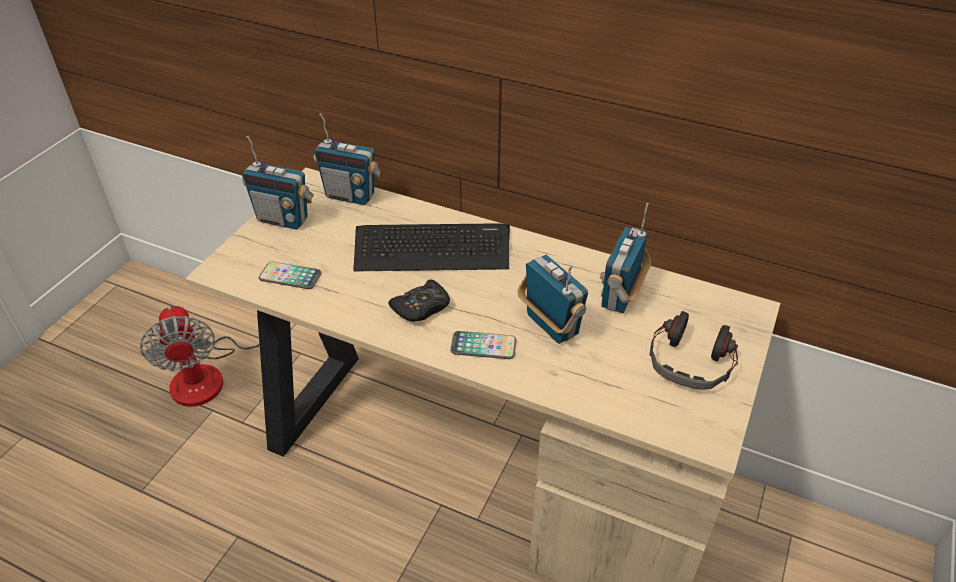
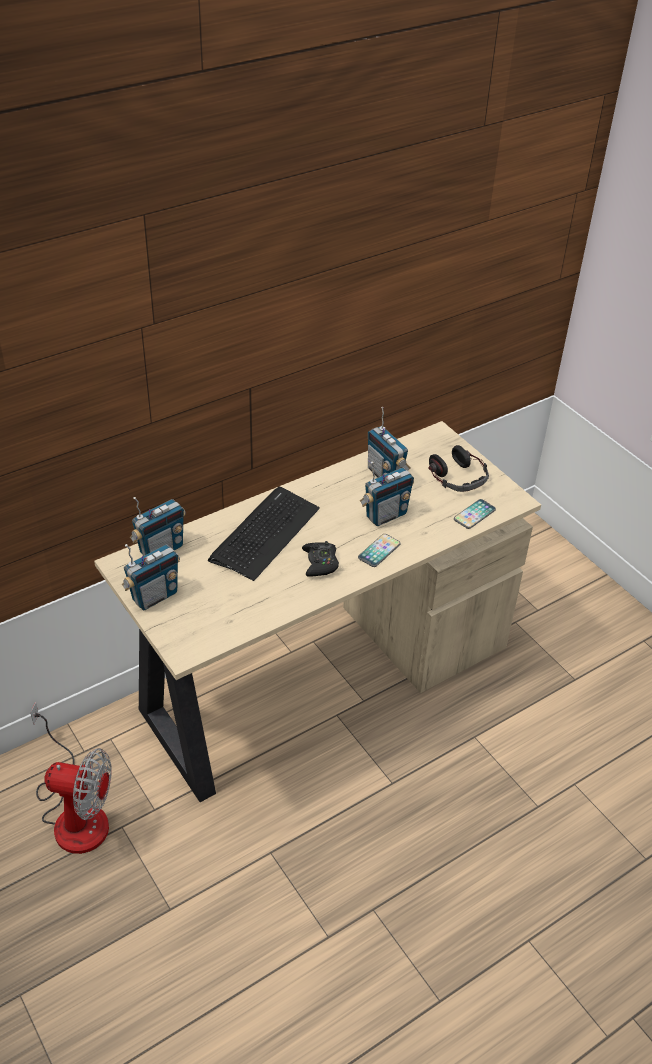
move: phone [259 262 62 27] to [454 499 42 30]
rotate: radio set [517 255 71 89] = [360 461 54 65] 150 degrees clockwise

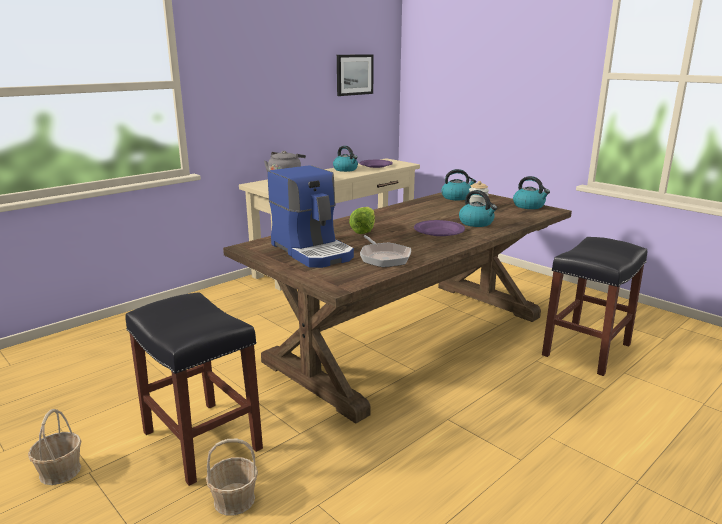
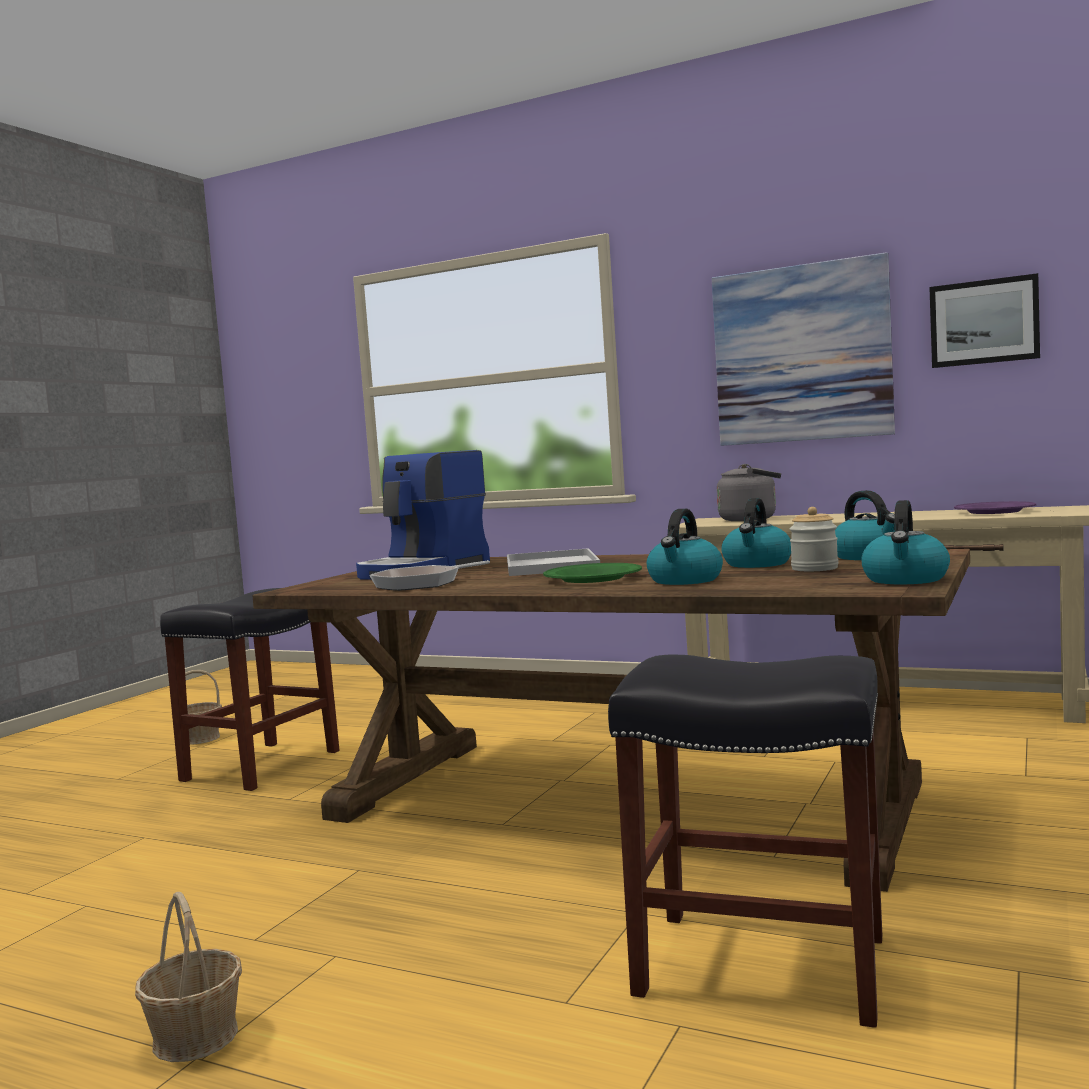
insert: picture [712 252 183 194]
move: water kettle [333 146 25 26] to [721 498 70 70]; household basket [206 439 52 76] to [135 892 107 170]
replace: lettuce [349 207 26 27] to white-coloured serving tray [507 548 93 28]
recolor: purplish dinner plate [414 220 51 16] to green-coloured dinner plate [543 563 99 20]

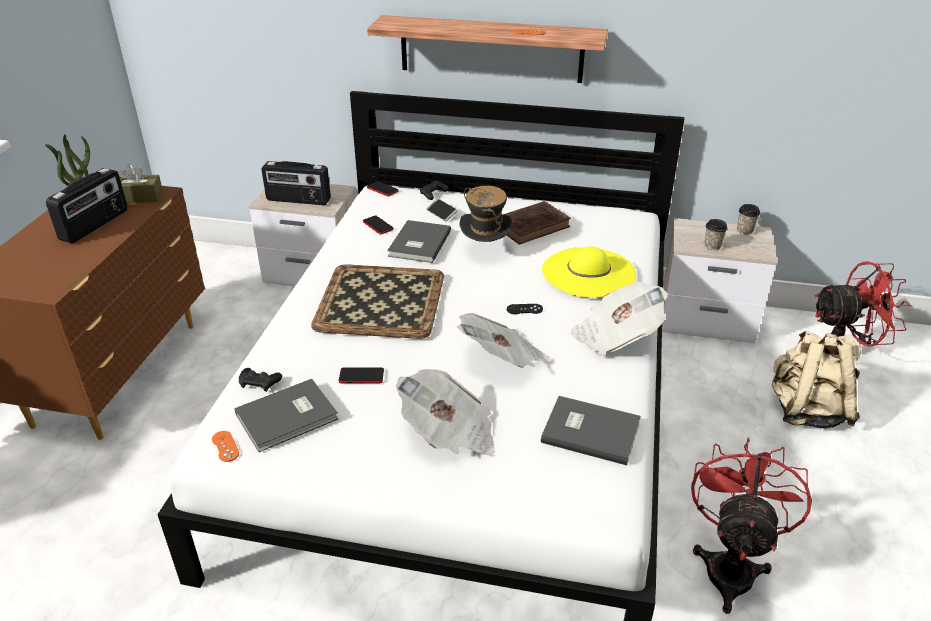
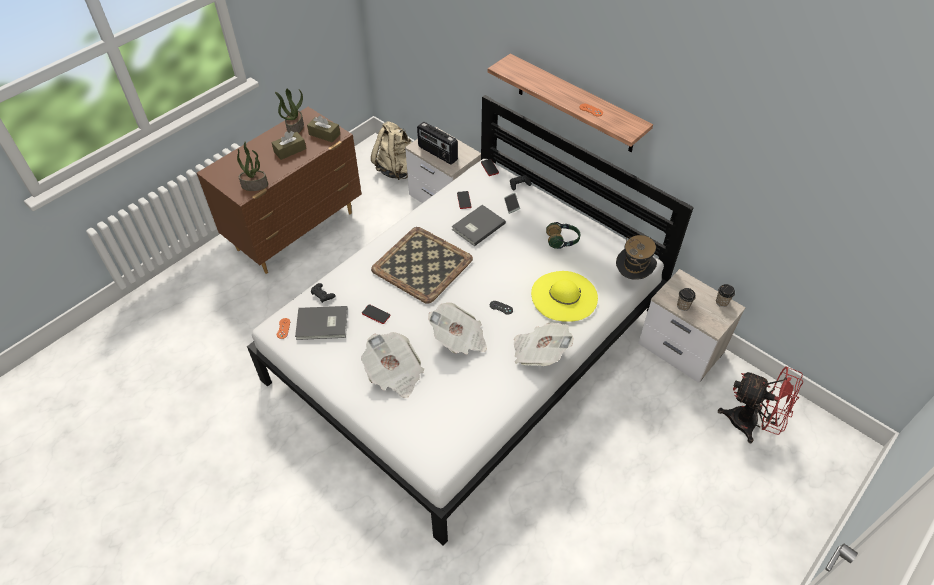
delete: grey book [541 396 100 69]; reddish electric fan [691 438 121 176]
insert: houseplant [237 142 31 49]
move: hat [459 186 53 56] to [616 235 41 45]; beige rucksack [772 330 90 98] to [371 121 41 59]
replace: radio set [46 168 81 75] to brown tissue holder [272 131 34 29]; brown book [503 201 68 44] to pair of headphones [546 222 34 27]

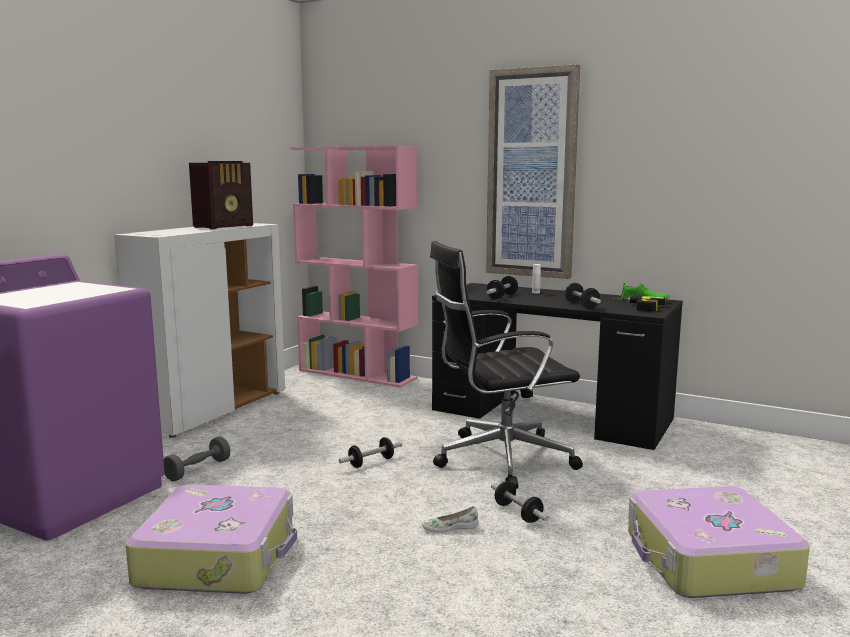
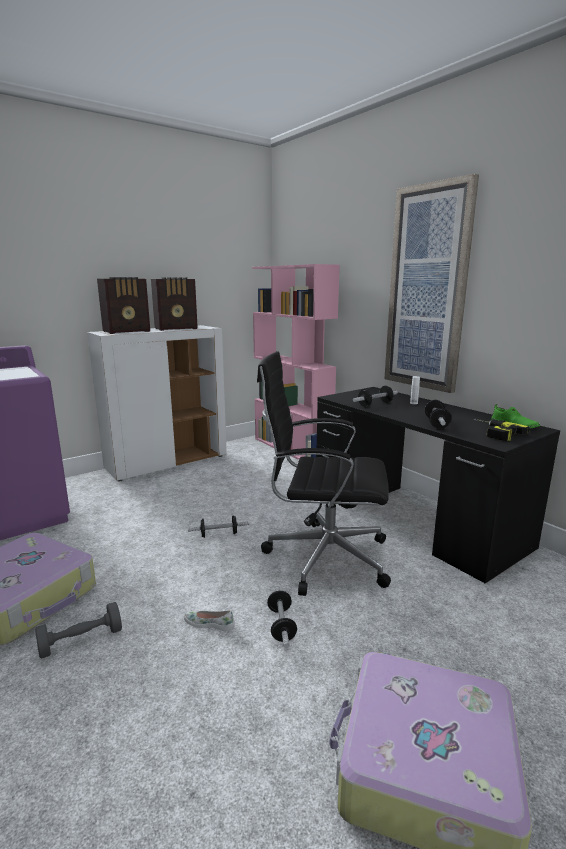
insert: radio set [97 277 53 57]
move: grey dumbbell [164 437 66 44] to [35 602 87 57]

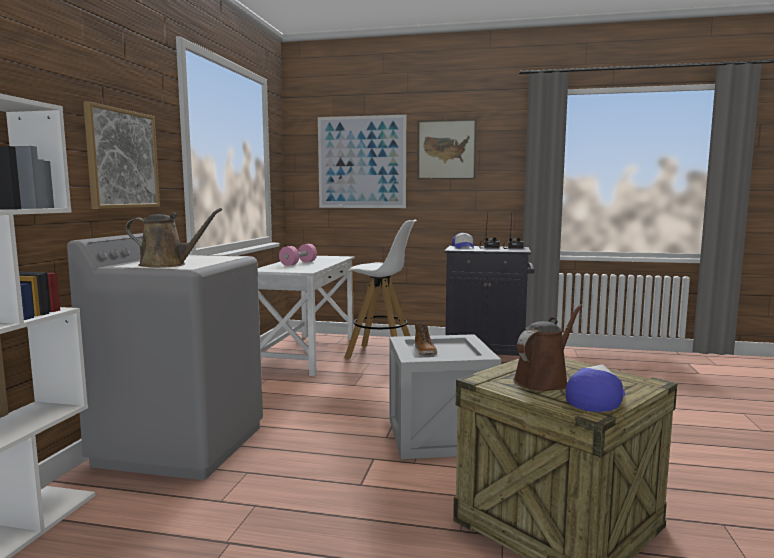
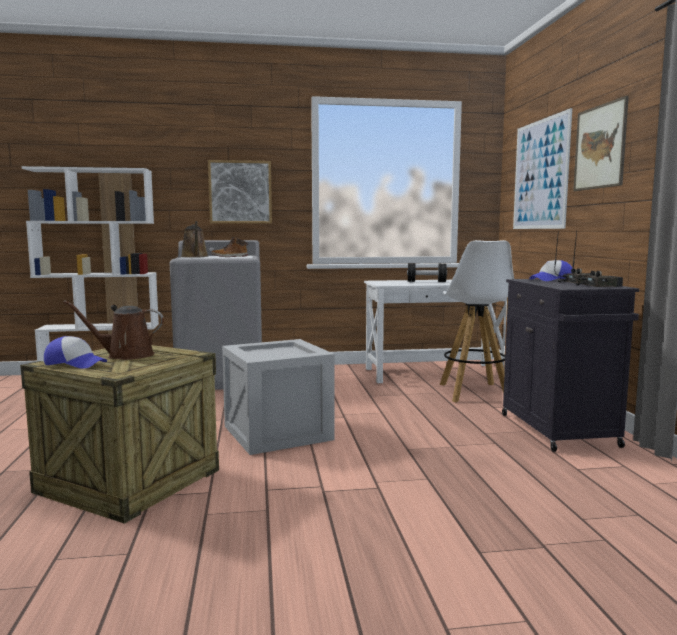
move: high-top boot [415 323 22 32] to [211 237 37 20]
recolor: pinkish dumbbell [279 244 38 22] to blackish dumbbell [407 263 40 19]
rotate: brown sprinkling can [513 304 69 87] = [63 300 101 60] 150 degrees clockwise

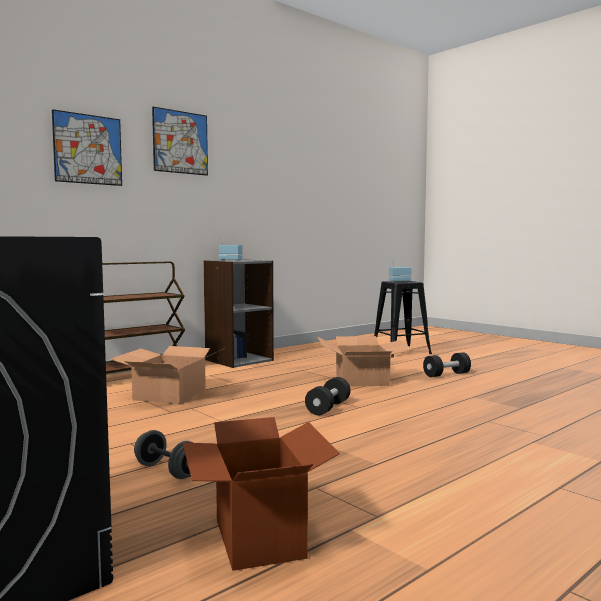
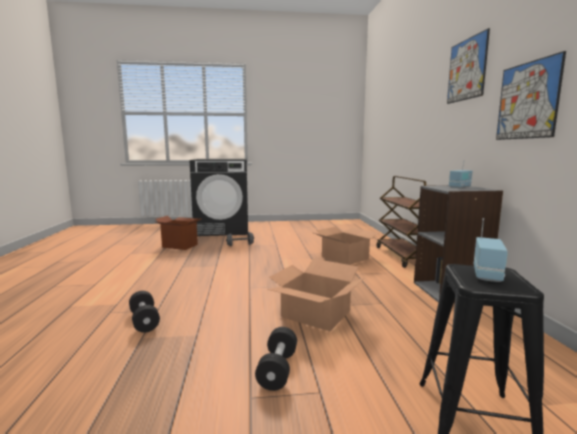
move: picture [52 109 70 77] to [496 51 70 89]; blackish dumbbell [305 377 46 38] to [129 291 31 42]

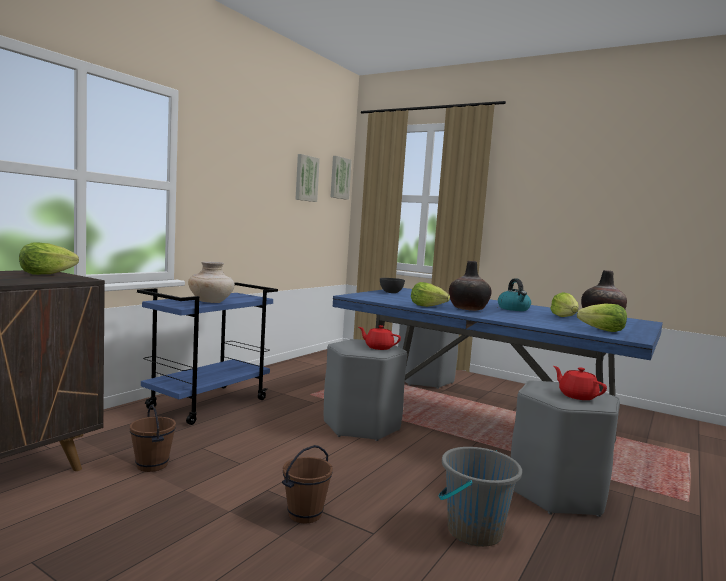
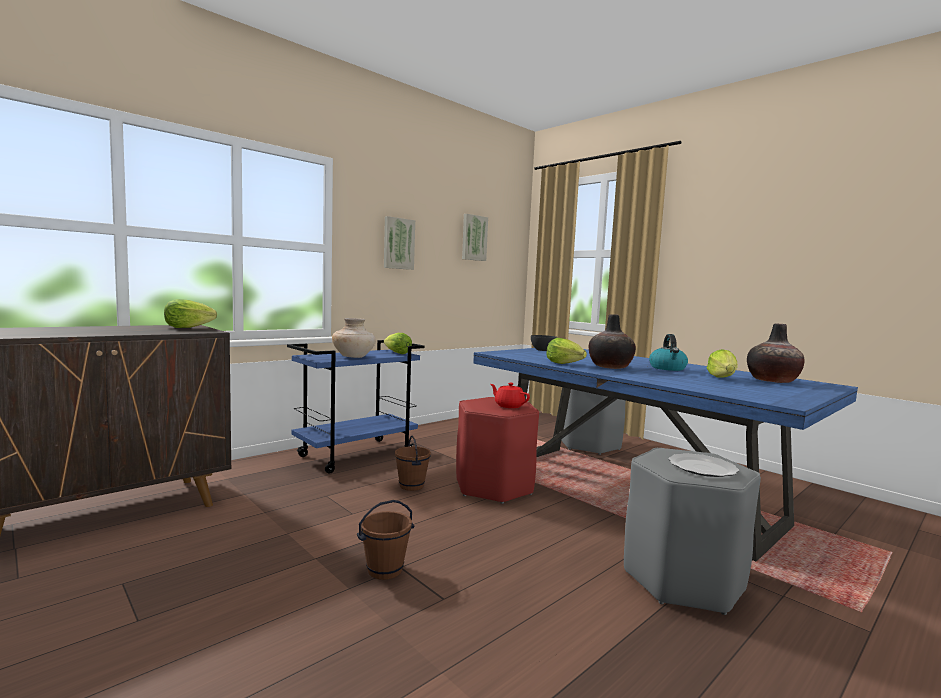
delete: grey pail [439 447 83 100]
move: picture [331 156 21 44] to [384 216 31 54]; lettuce [577 304 50 28] to [384 333 28 21]; brown pail [130 404 46 68] to [395 435 36 56]
replace: reddish pot for tea [553 366 54 34] to dinner plate [668 453 71 24]
recolor: grey stool [324 339 83 102] to reddish stool [456 397 83 107]

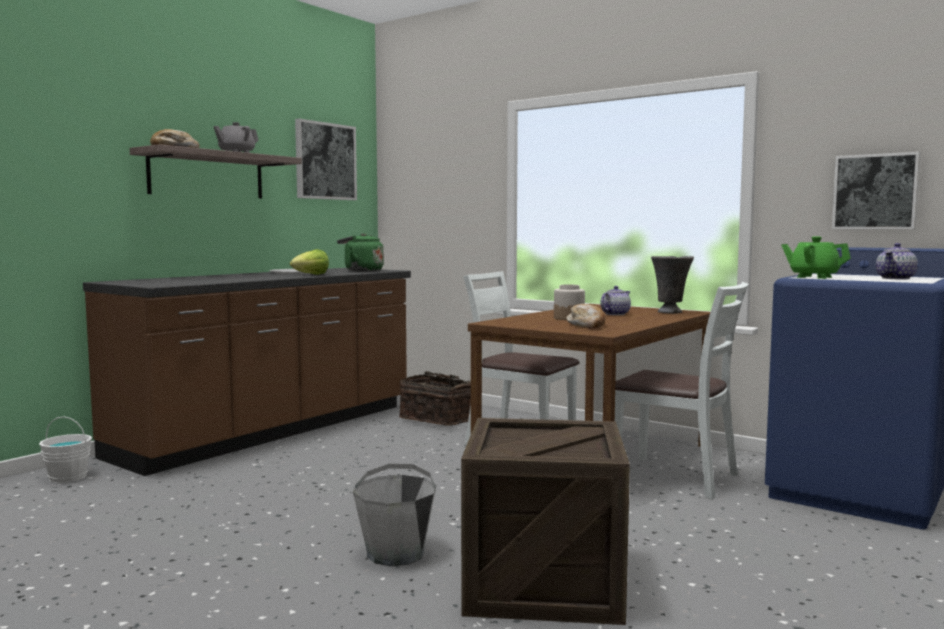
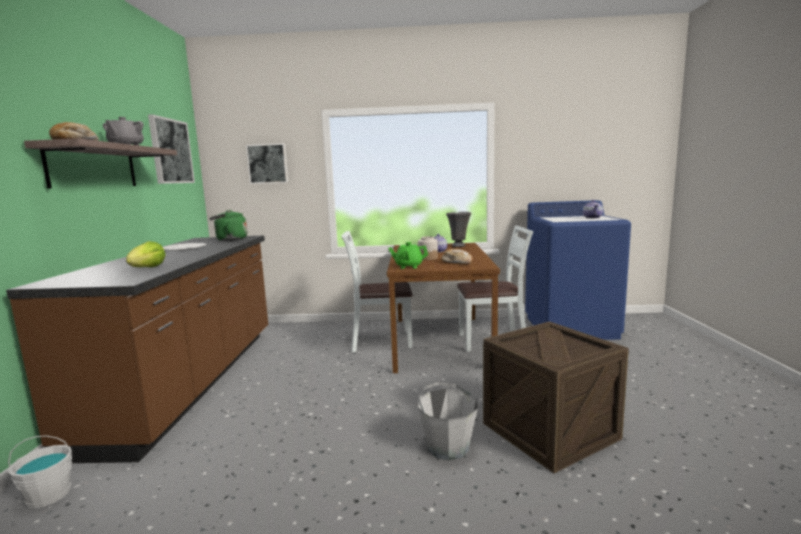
delete: household basket [399 371 72 55]
move: picture [832 152 88 77] to [246 143 43 41]; green-coloured pot for tea [781 236 70 43] to [388 242 40 27]; lettuce [290 249 39 26] to [126 241 40 26]

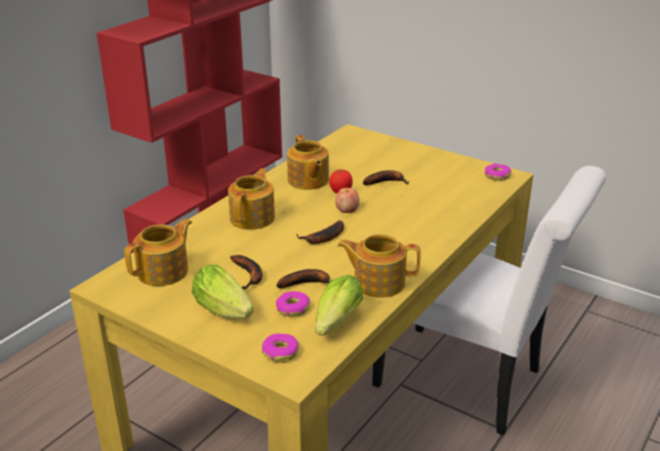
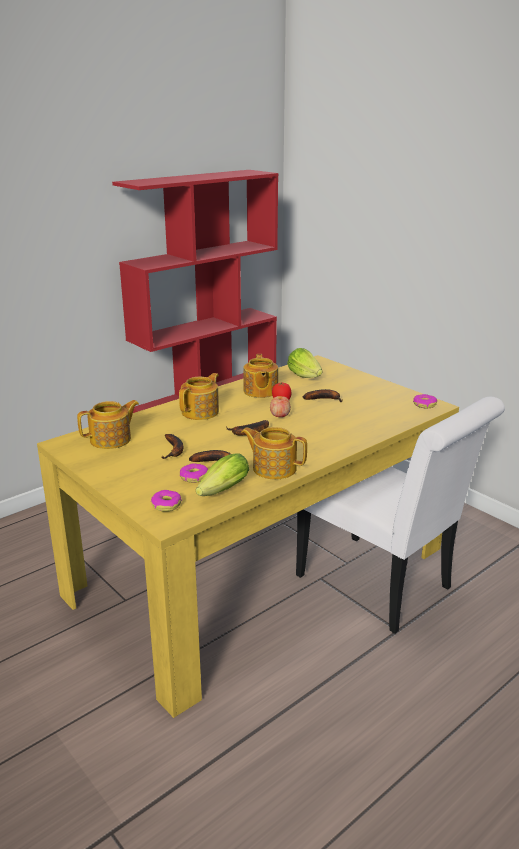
move: lettuce [192 265 62 54] to [287 348 35 30]

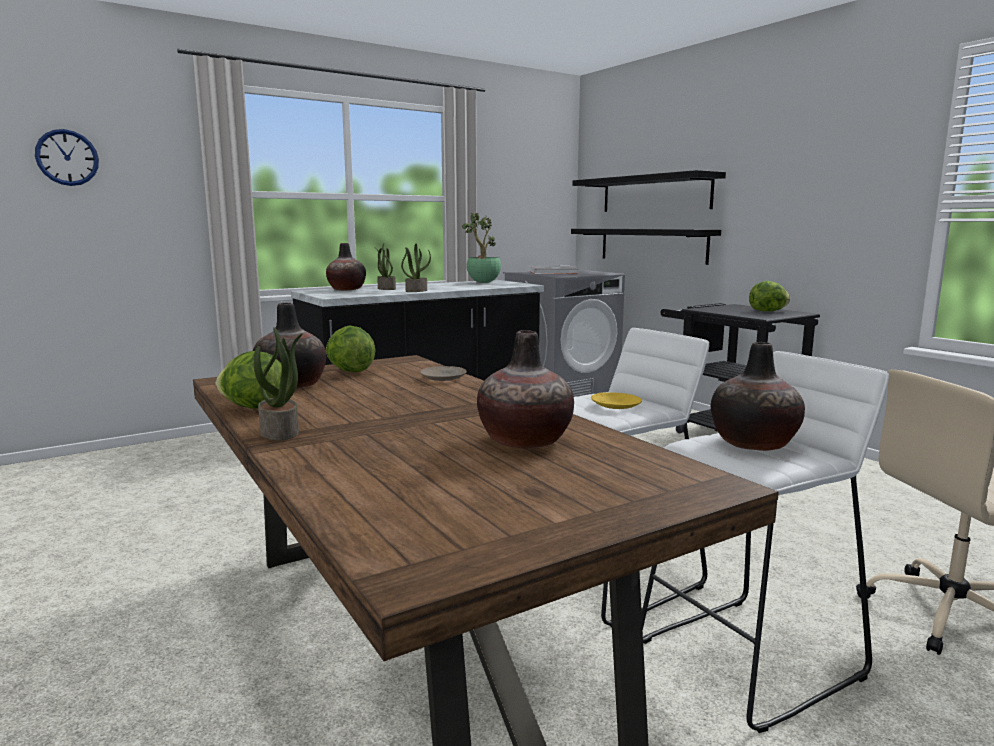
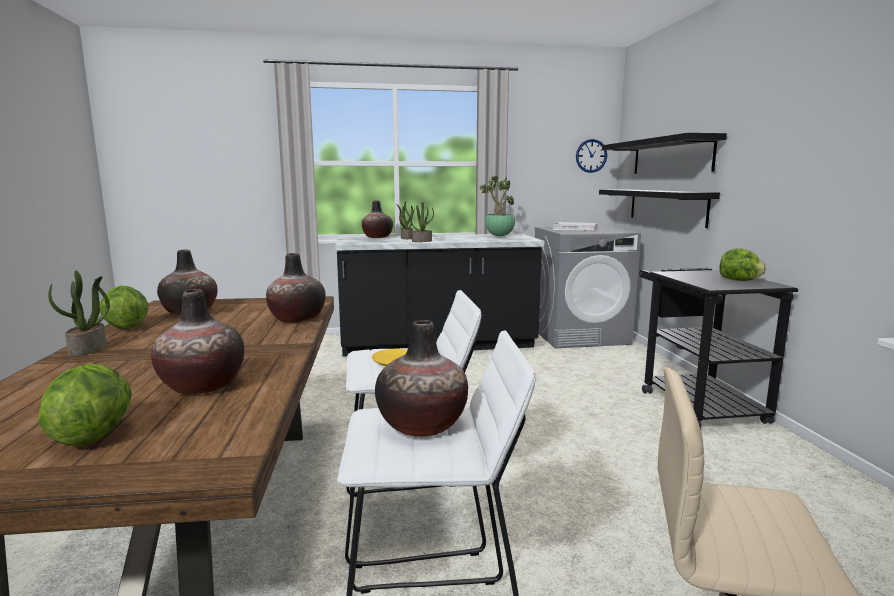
move: clock on the wall [35 129 64 57] to [576 139 31 34]; lettuce [326 326 50 46] to [38 364 94 82]
replace: beige dinner plate [420 366 47 15] to decorative vase [266 253 60 70]

